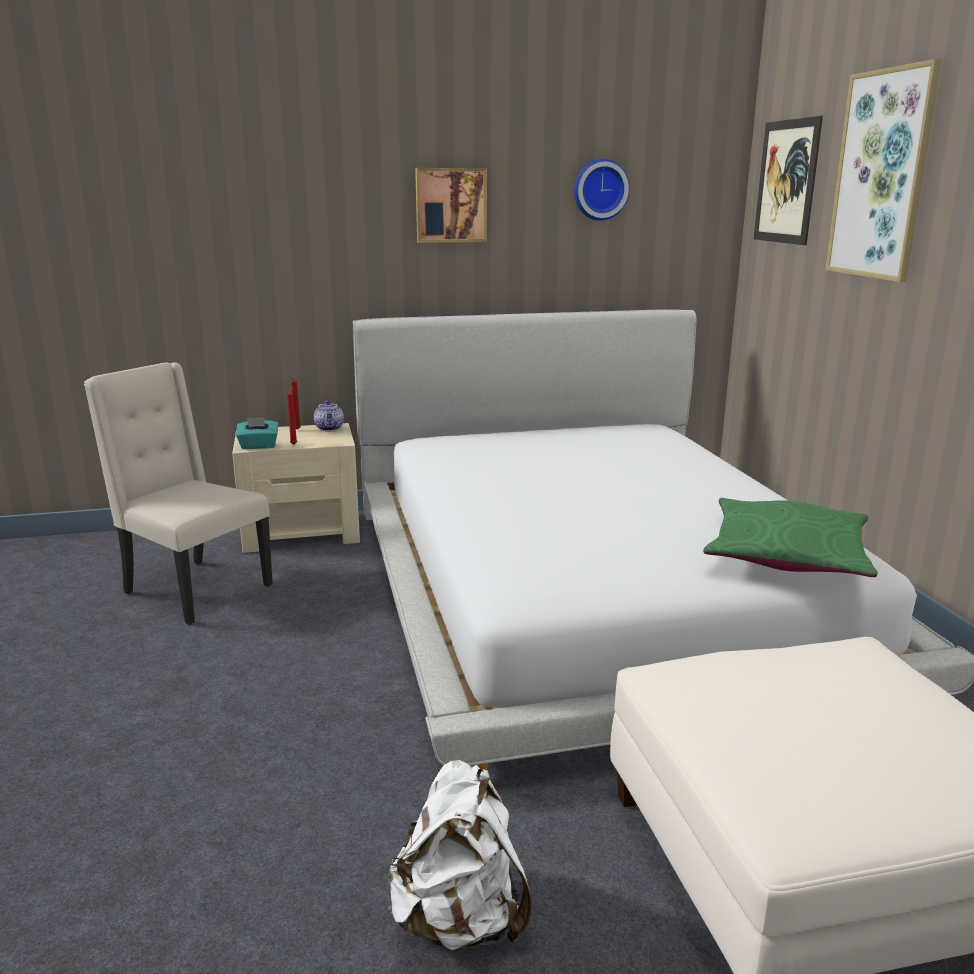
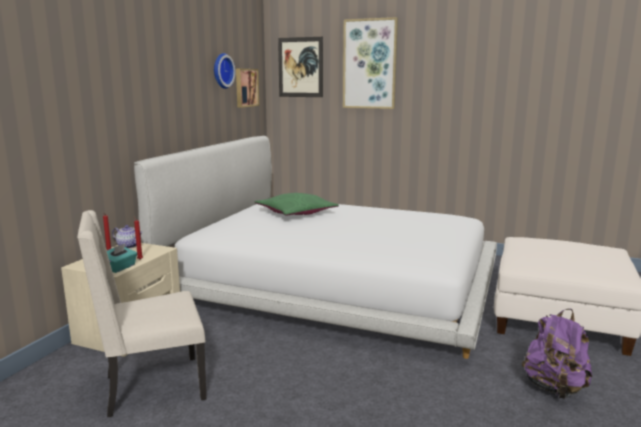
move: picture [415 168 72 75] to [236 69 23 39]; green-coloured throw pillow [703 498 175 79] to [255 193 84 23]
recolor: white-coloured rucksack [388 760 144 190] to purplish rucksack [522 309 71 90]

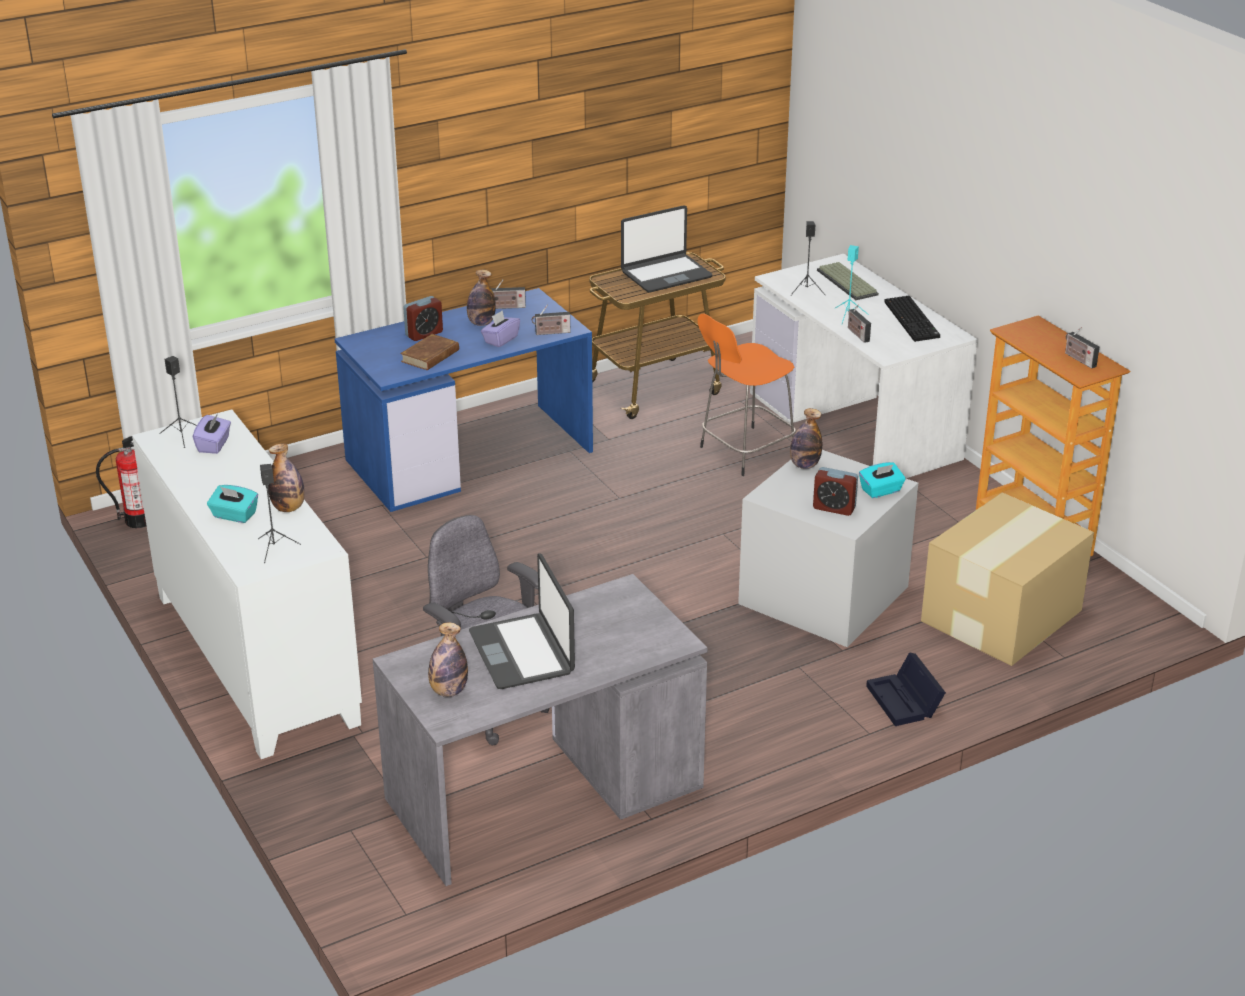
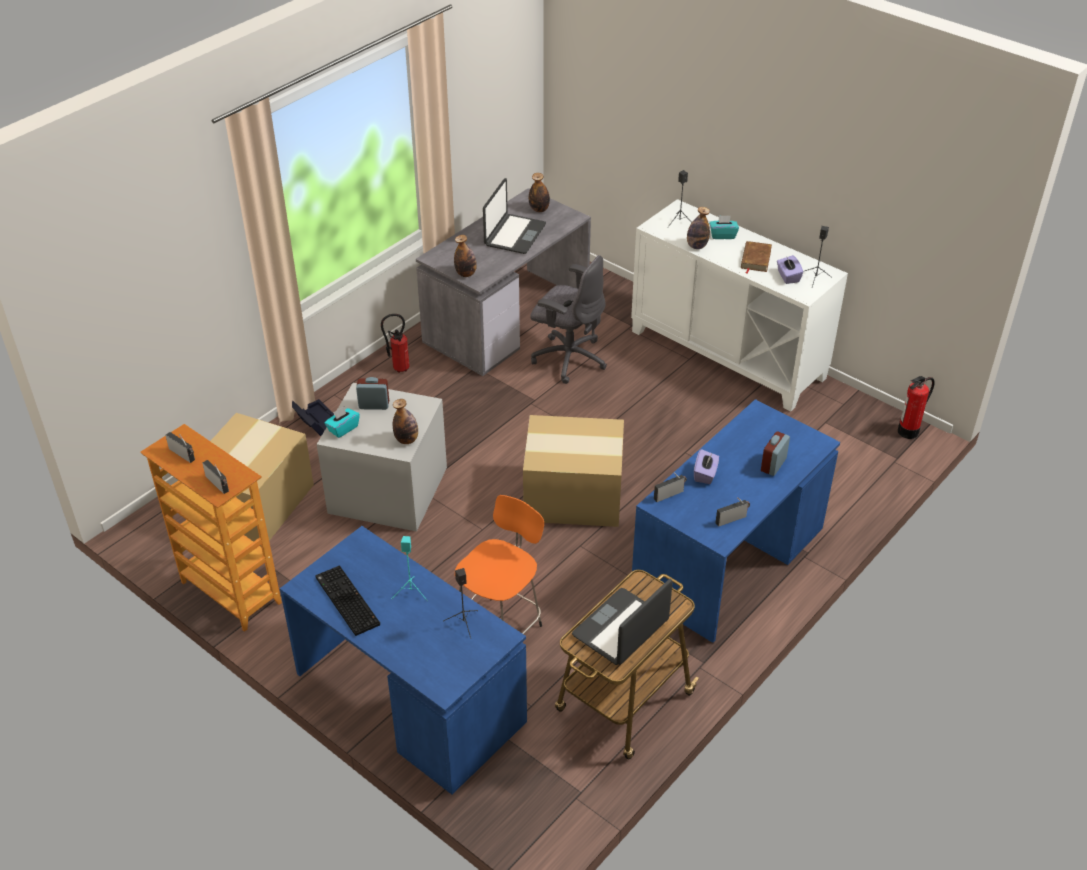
delete: keyboard [817 262 62 38]
insert: fire extinguisher [381 314 29 59]; cardboard box [523 415 101 112]
move: beverage bottle [467 270 29 56] to [454 235 23 42]; radio set [848 304 23 39] to [202 460 27 34]; brown book [400 334 59 36] to [741 241 31 32]
recolor: white-coloured desk table [750 254 227 224] to blue desk table [280 526 247 268]
rotate: laptop [469 553 106 136] = [483 178 63 76] 60 degrees clockwise

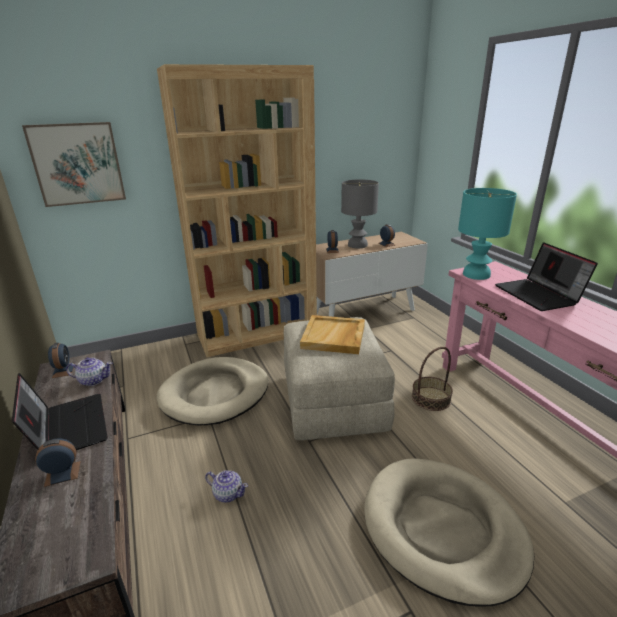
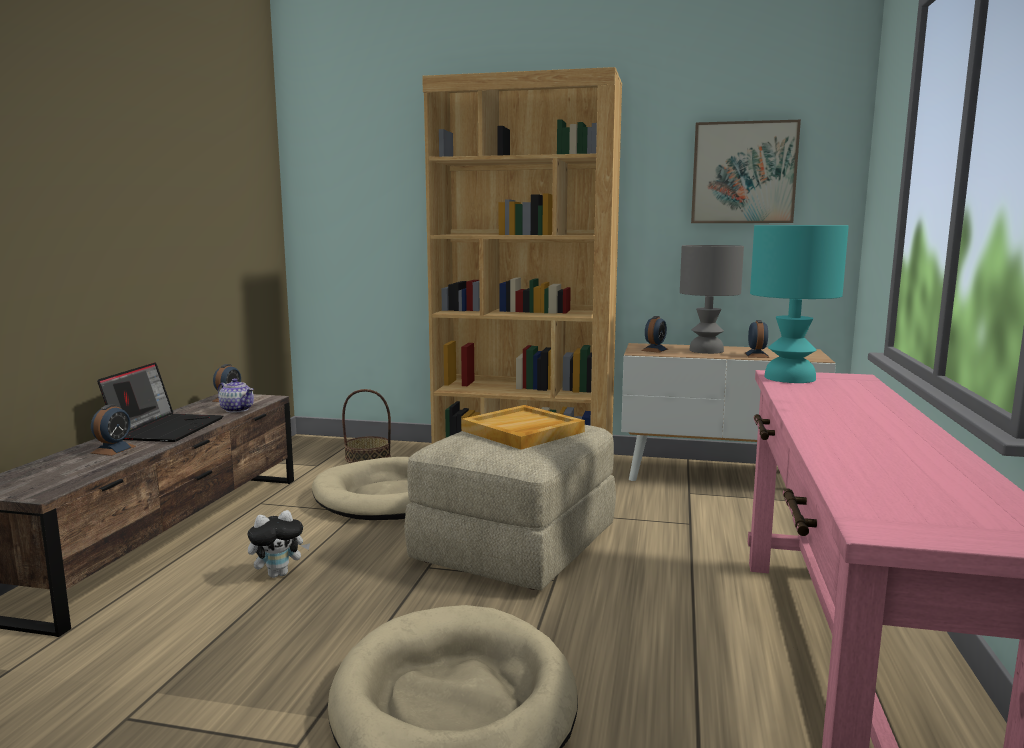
delete: laptop [495 242 103 69]
move: picture [22 122 104 85] to [691 120 110 103]; household basket [412 347 41 64] to [342 389 49 74]
replace: pot for tea [205 470 43 33] to cuddly toy [247 510 63 68]
rotate: bedside clock [35 438 46 49] = [91 404 45 52] 90 degrees clockwise

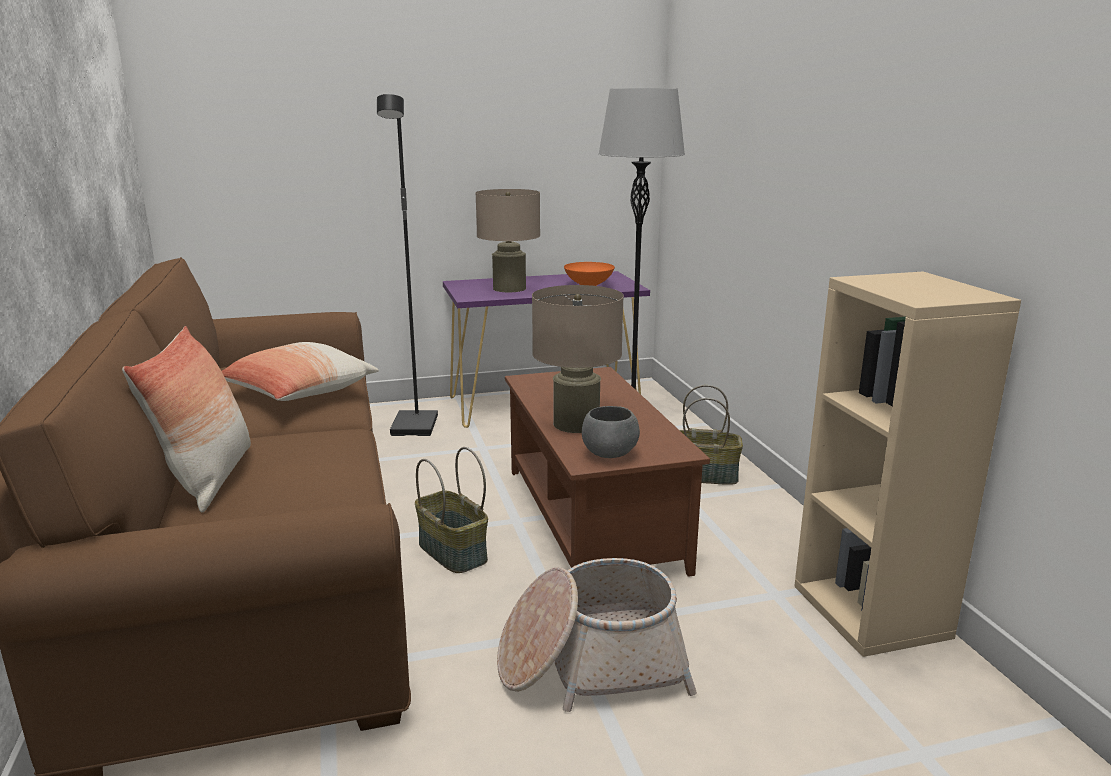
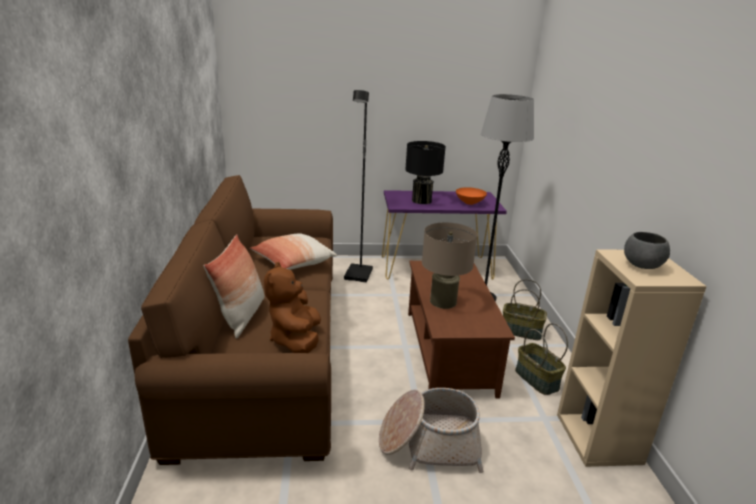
insert: brown cuddly toy [264 262 57 91]
move: grey bowl [582 406 58 52] to [624 232 46 37]; household basket [415 447 73 126] to [515 323 53 72]
recolor: beige table lamp [475 189 65 103] to blackish table lamp [405 141 41 63]

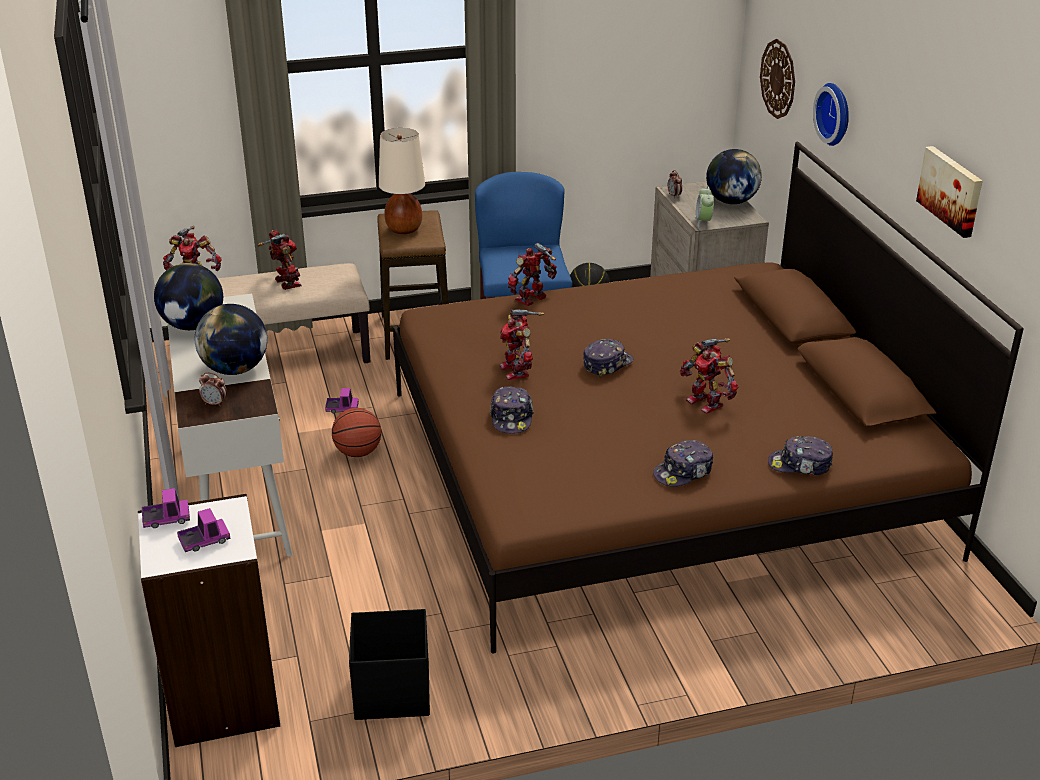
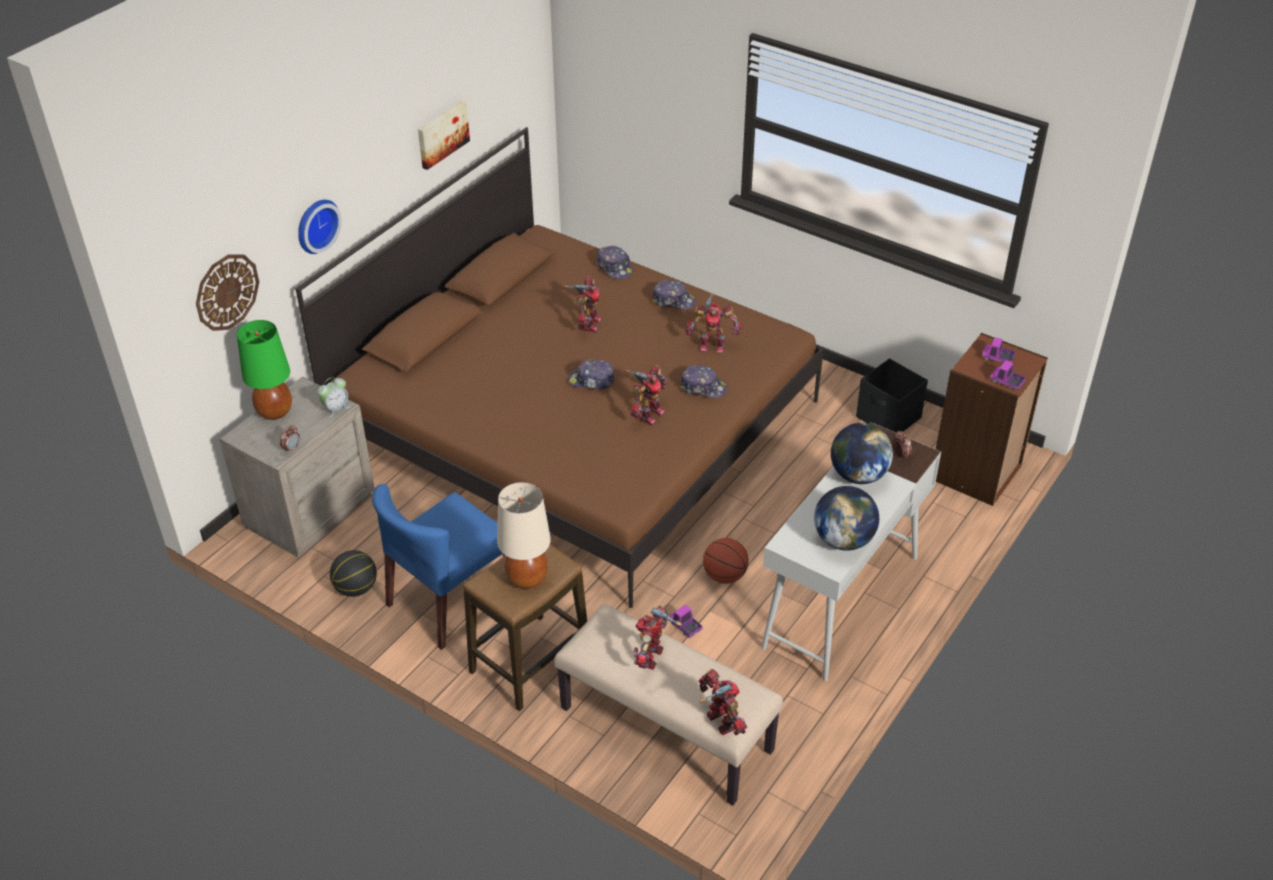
move: model robot [508 243 49 63] to [686 293 56 60]
replace: desk globe [706 149 56 55] to green-coloured table lamp [237 320 55 100]
recolor: white-coloured bookcase [138 494 142 253] to brown bookcase [936 333 112 173]
rotate: peaked cap [490 387 44 47] = [680 365 47 33] 60 degrees clockwise

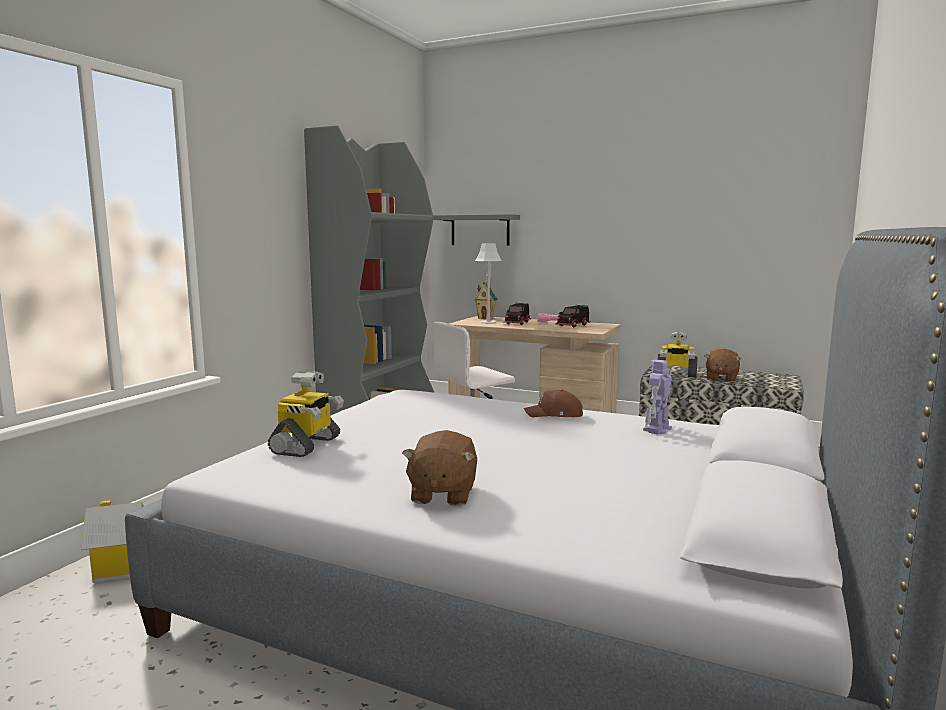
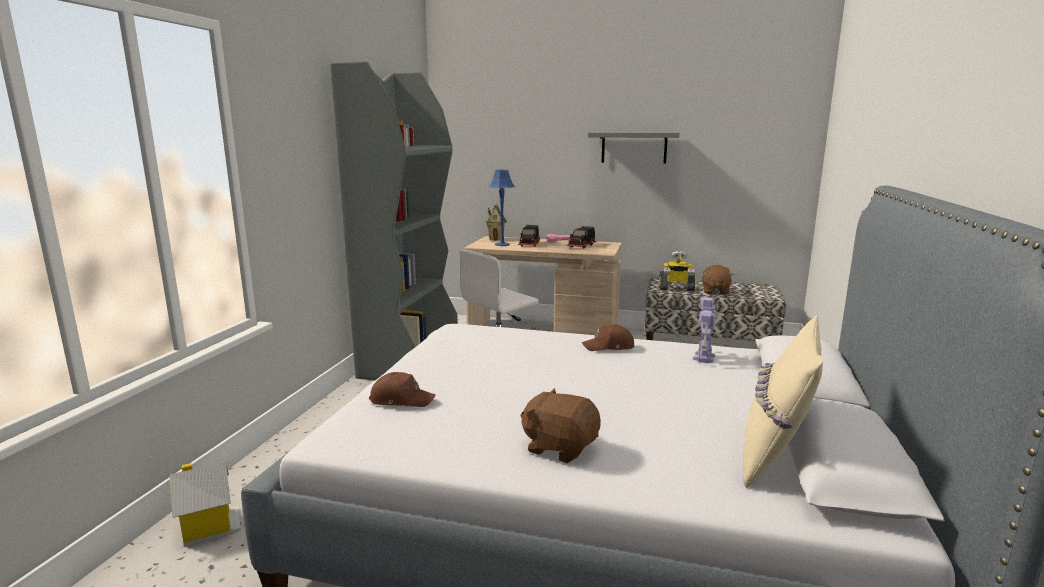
insert: beige throw pillow [743 315 81 173]
move: grey wall shelf [433 214 87 32] to [588 132 92 32]
replace: model robot [268 371 76 86] to brown peaked cap [369 372 67 35]
recolor: grey table lamp [475 243 27 81] to blue table lamp [489 170 26 76]
rotate: brown cuddly toy [402 430 75 76] = [521 388 80 75] 120 degrees clockwise

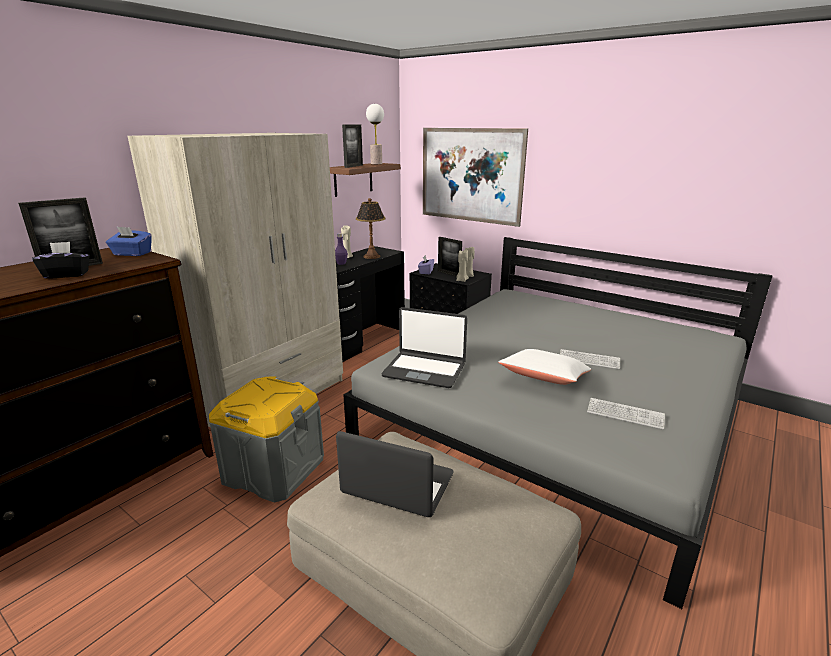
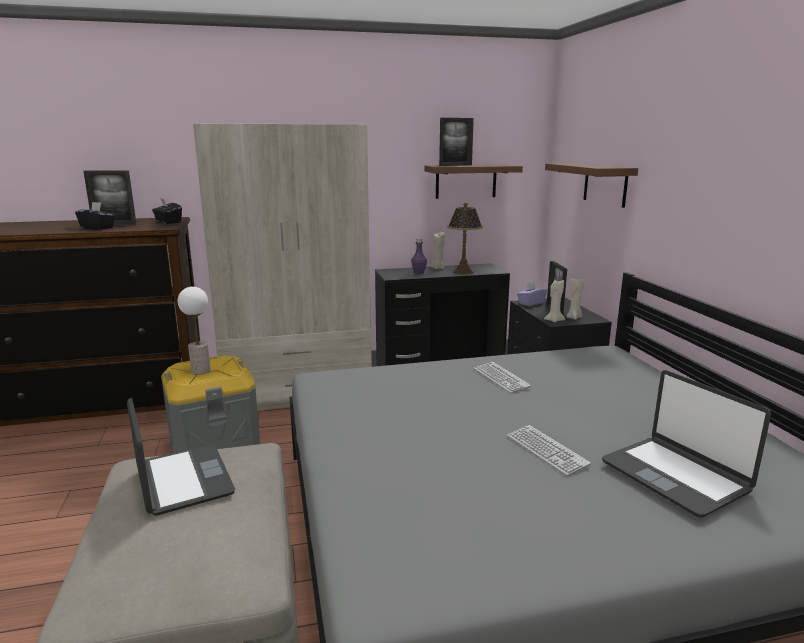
delete: white-coloured throw pillow [499 349 92 36]
move: table lamp [366 104 18 60] to [178 287 33 88]; laptop [382 307 85 81] to [602 370 169 147]; keyboard [587 398 78 32] to [474 362 57 31]
replace: picture [423 128 105 99] to brown wall shelf [545 163 93 45]
recolor: blue tissue holder [106 226 46 30] to blackish tissue holder [152 198 30 26]

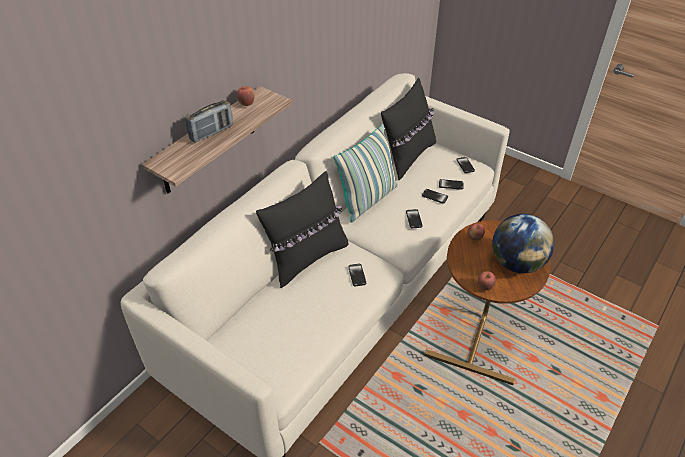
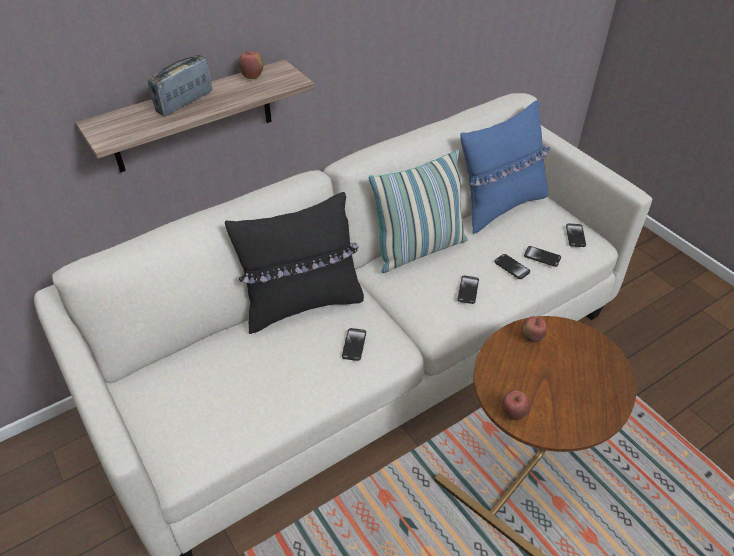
delete: desk globe [492 214 62 59]
recolor: blackish throw pillow [381 78 55 102] to blue throw pillow [460 100 90 134]
rotate: radio set [185 100 48 43] = [147 55 65 61] 150 degrees clockwise

